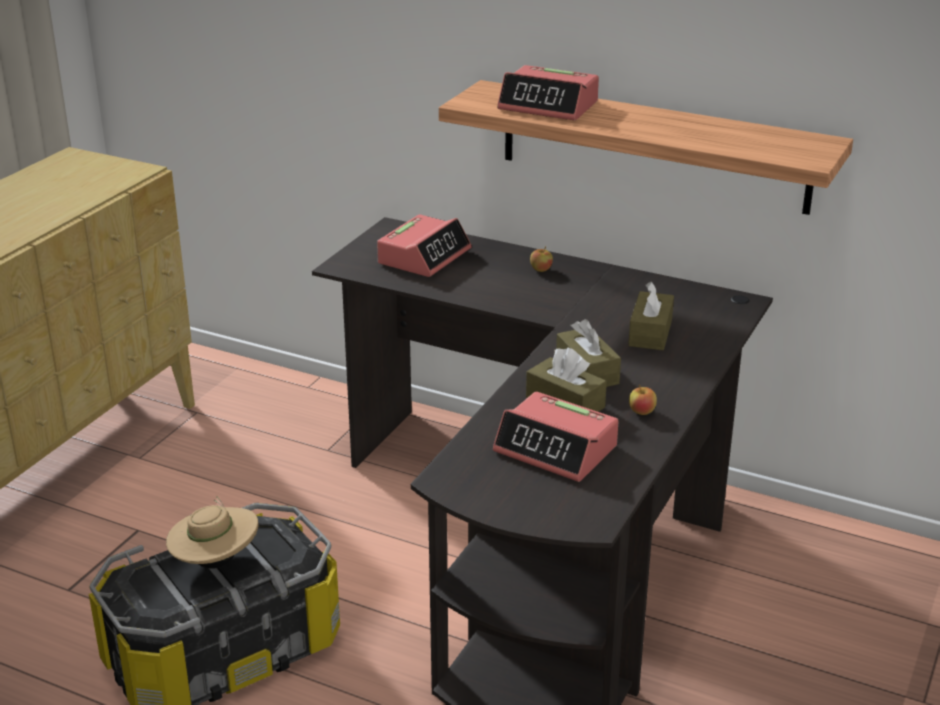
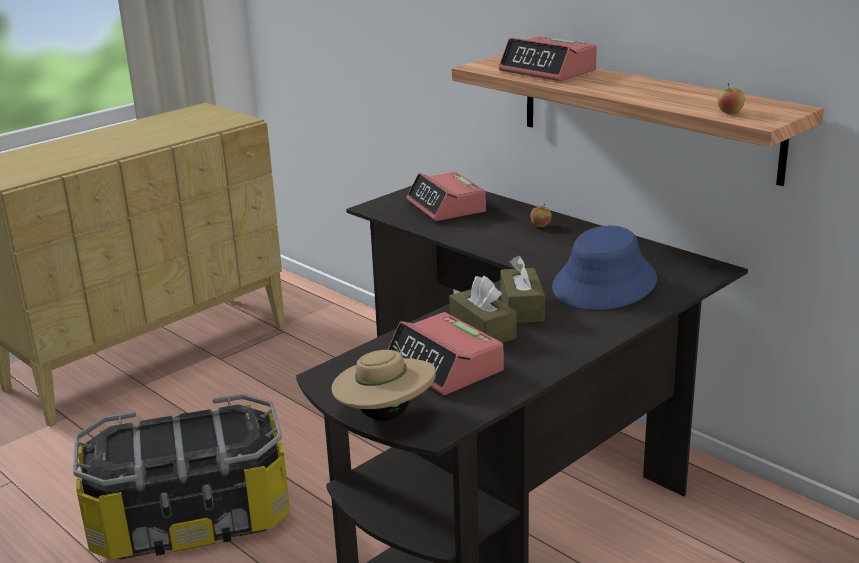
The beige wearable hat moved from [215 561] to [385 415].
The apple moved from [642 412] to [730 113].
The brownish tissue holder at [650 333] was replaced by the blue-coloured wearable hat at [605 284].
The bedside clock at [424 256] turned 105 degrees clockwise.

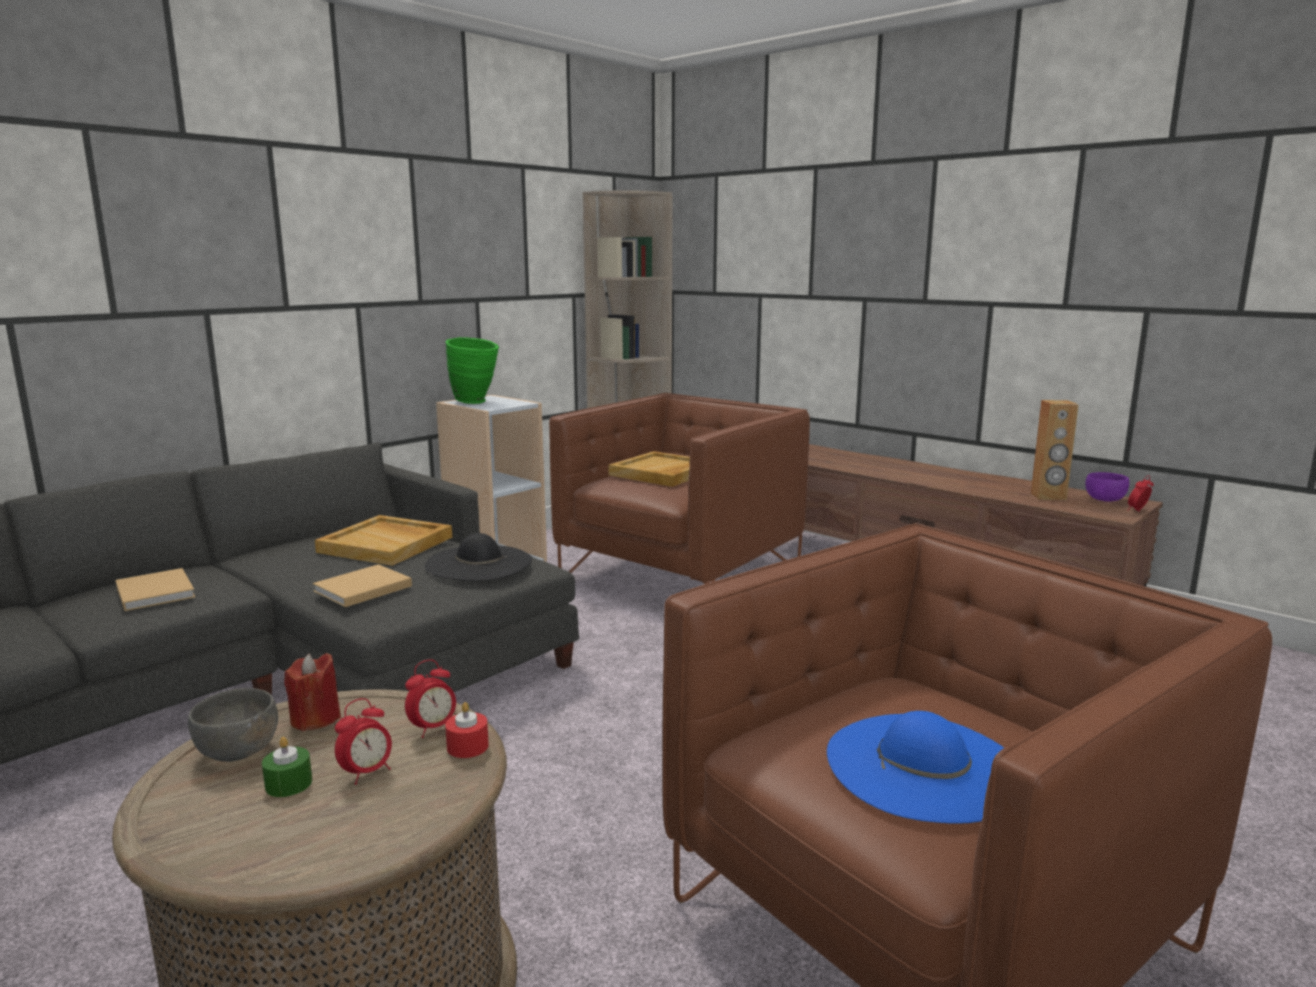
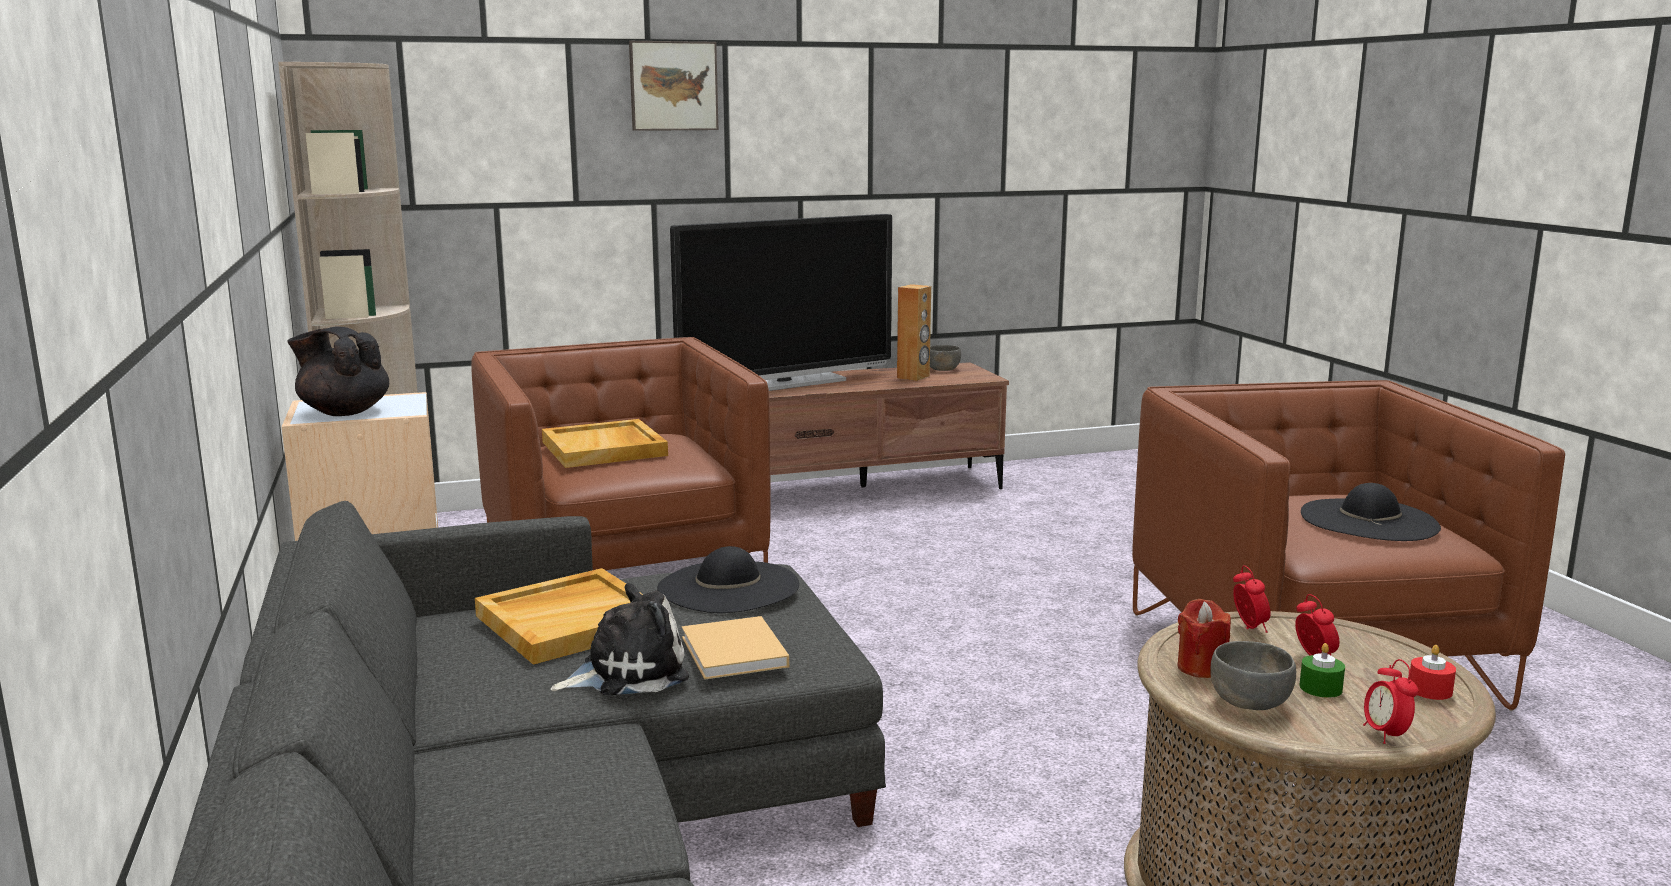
The beige volume at [155 592] disappeared.
The soft toy at [627 672] appeared.
The wall picture at [673 86] appeared.
The TV at [784 384] appeared.
The reddish wax light moved from [467 746] to [1430 690].
The bedside clock moved from [1137 511] to [1385 735].
The greenish vase at [475 402] was replaced by the blackish tea pot at [344 412].
The blue-coloured wearable hat at [923 765] became the blackish wearable hat at [1369 520].
The purplish serving bowl at [1104 499] became the greyish serving bowl at [943 369].

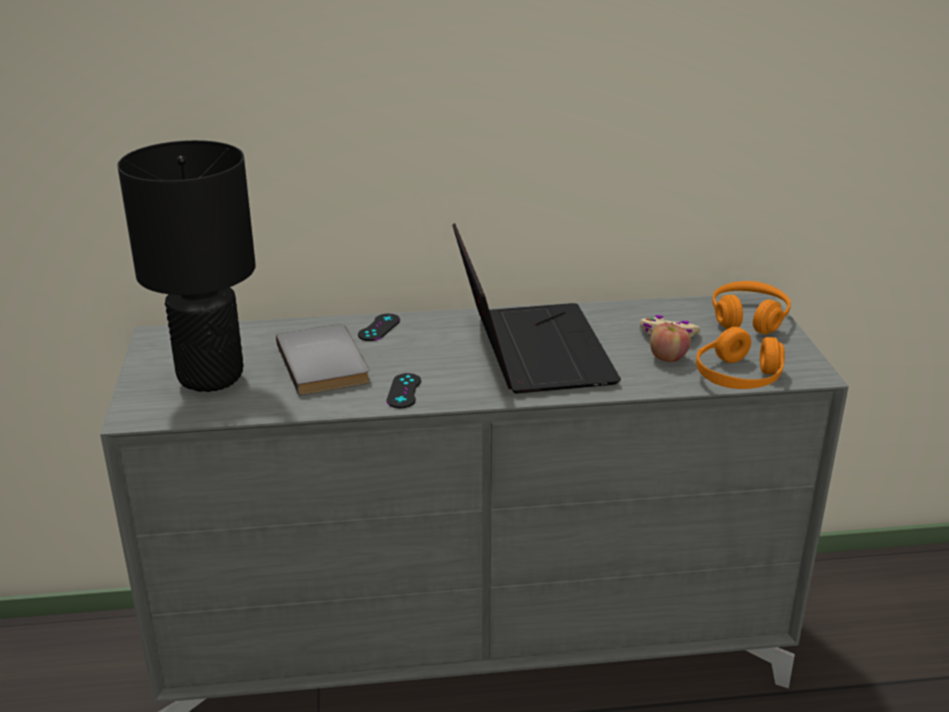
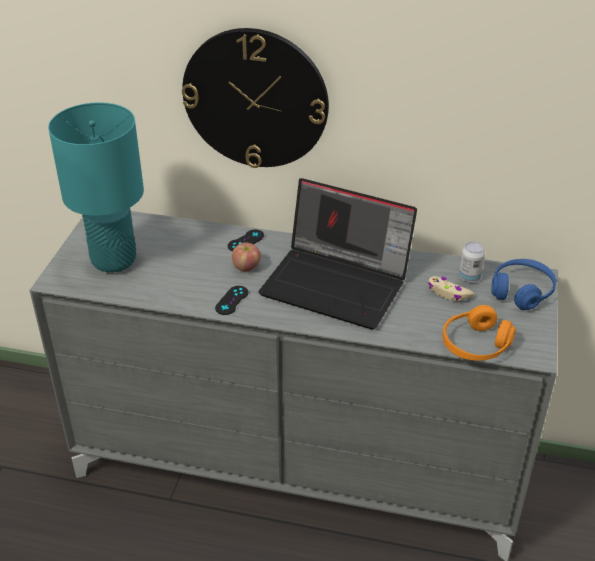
The greyish volume at [326 363] disappeared.
The hanging clock at [255 99] appeared.
The metal can at [469 277] appeared.
The apple moved from [667 358] to [246 267].
The blackish table lamp at [211 381] became the turquoise-coloured table lamp at [114 262].
The orange headset at [748 318] became the blue-coloured headset at [521 291].
The notebook computer at [529 349] turned 105 degrees clockwise.

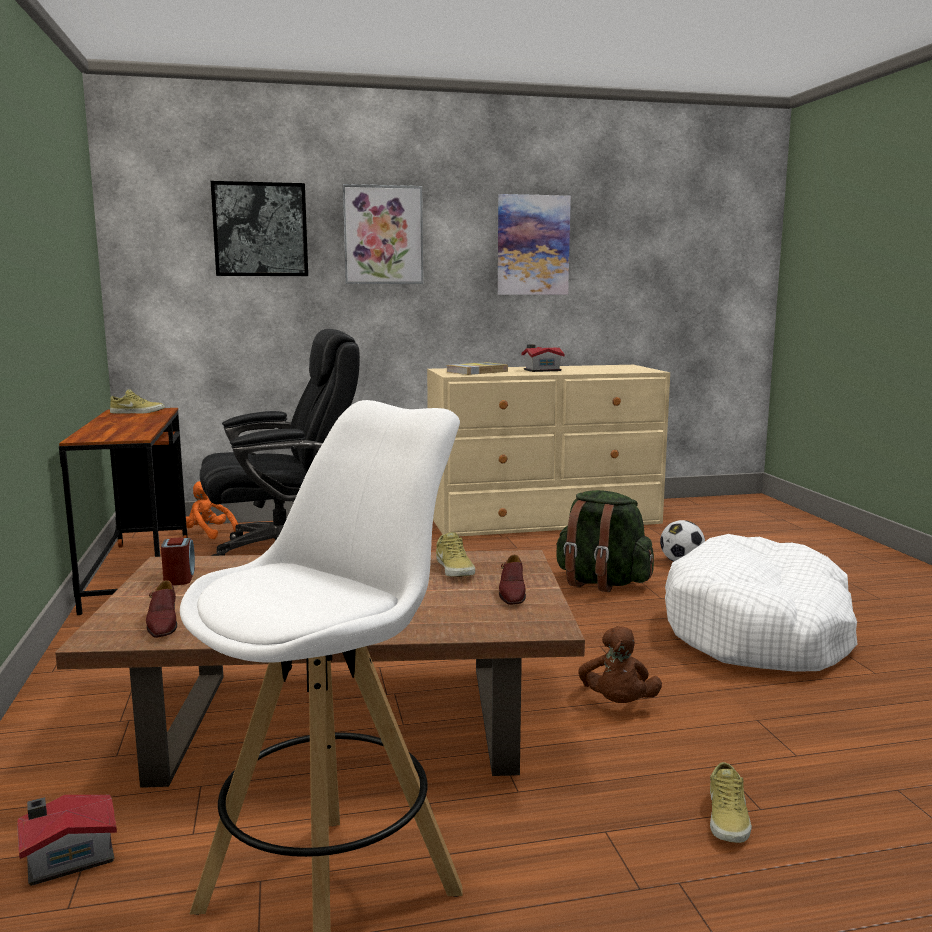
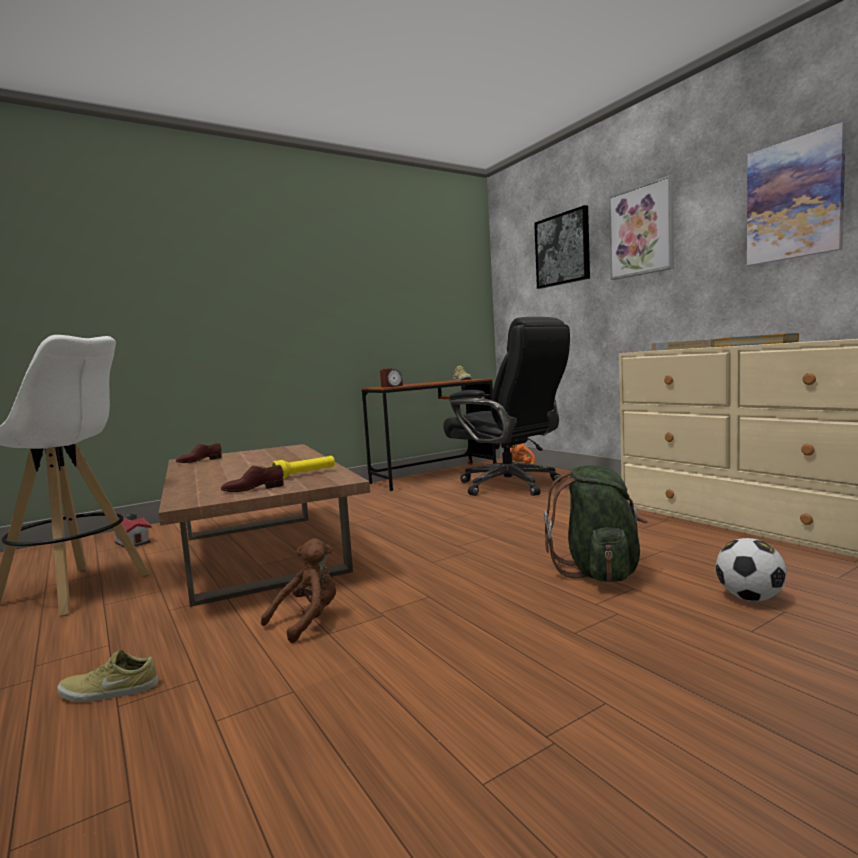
The whitish dog cushion at [758 631] disappeared.
The bedside clock moved from [179 577] to [391 386].
The beige shoe at [456 569] was replaced by the yellow-coloured hand torch at [305 474].
The miniature house at [541 370] was replaced by the volume at [755 344].
The brownish soft toy at [618 704] turned 150 degrees clockwise.

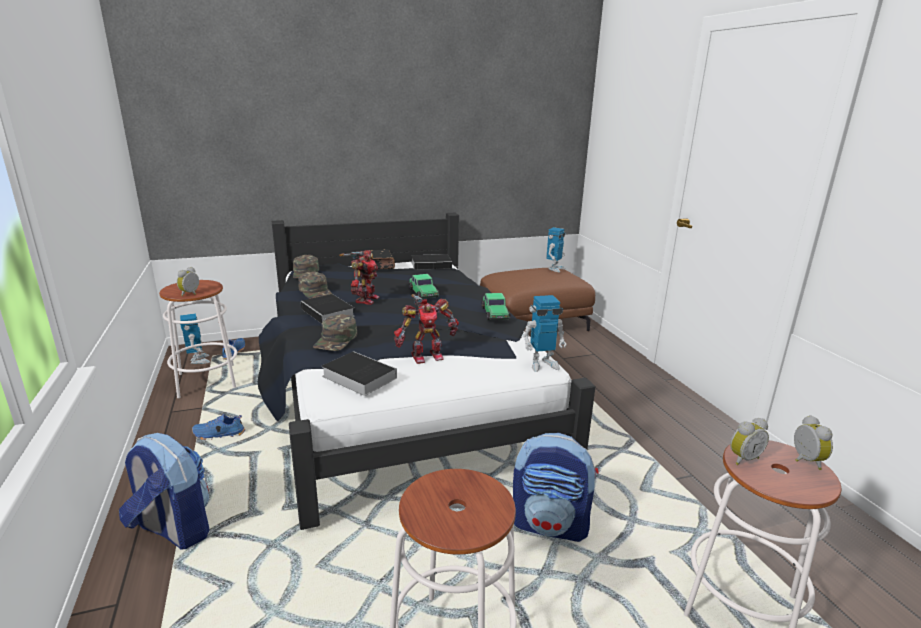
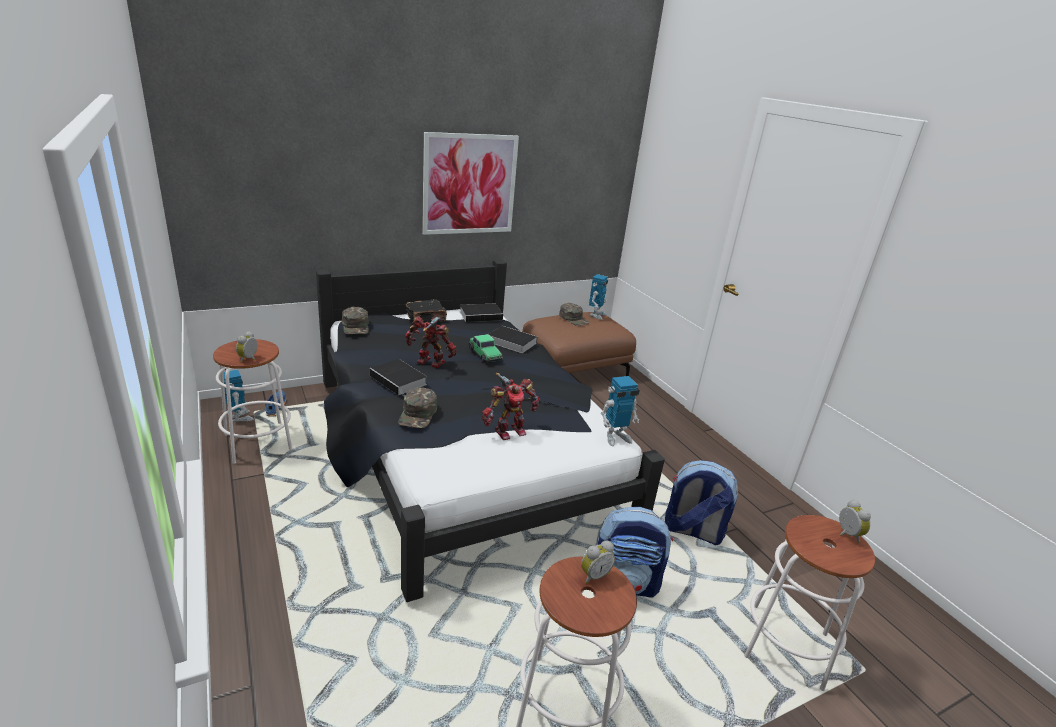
The blue-coloured shoe at [219 435] disappeared.
The model car at [495 314] disappeared.
The wall picture at [469 184] appeared.
The backpack moved from [173 529] to [692 531].
The greenish baseball cap moved from [316 291] to [574 319].
The volume moved from [357 376] to [510 342].
The bedside clock moved from [742 458] to [593 575].
The toy robot at [365 299] turned 75 degrees counterclockwise.

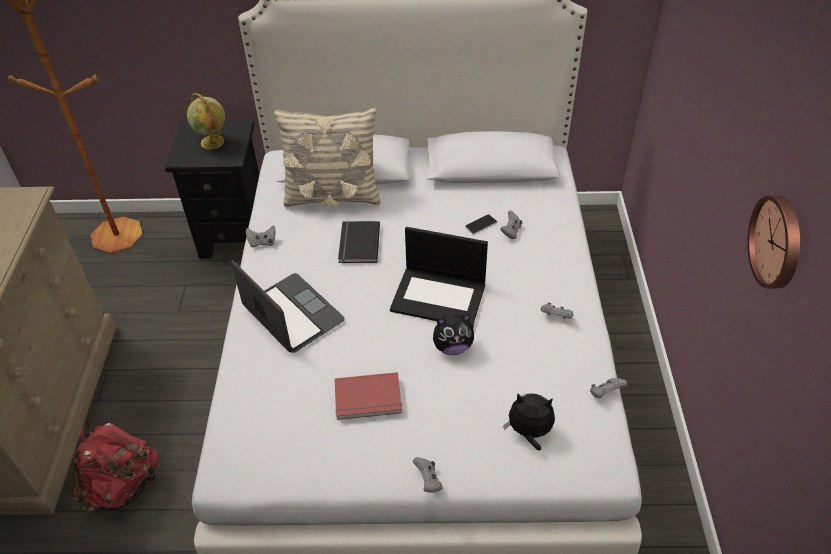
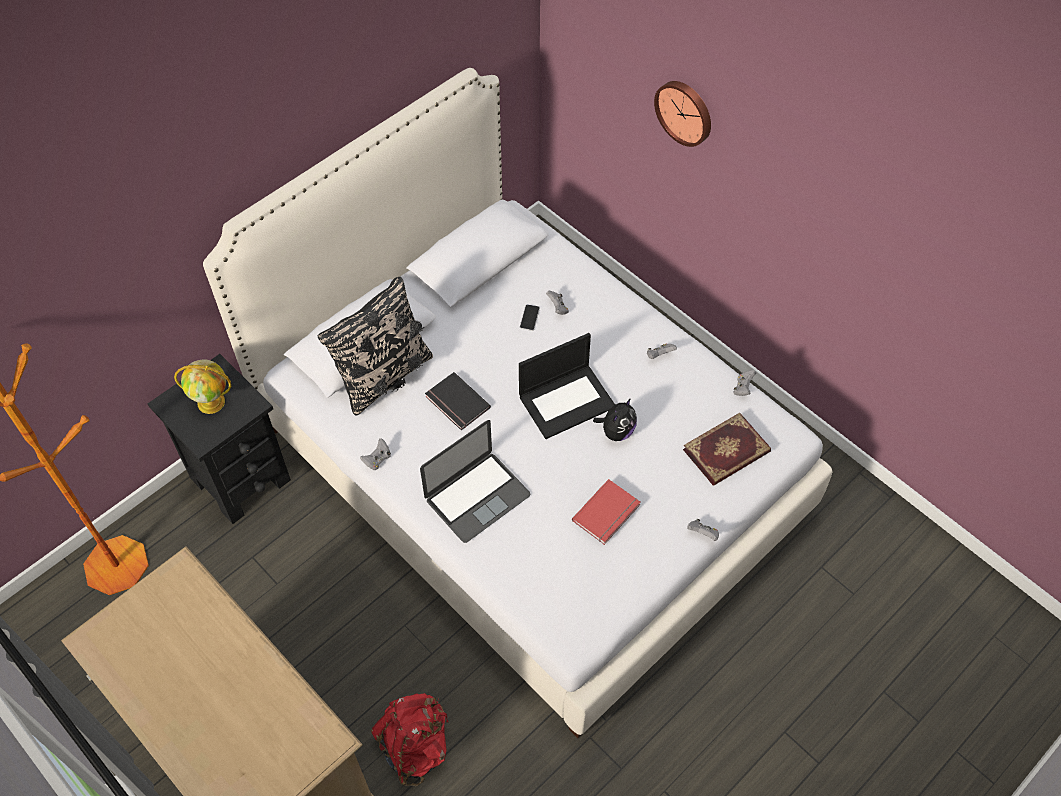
The hanging clock moved from [778 242] to [685 112].
The soft toy at [529 432] was replaced by the volume at [727 452].
The beige throw pillow at [333 197] became the blackish throw pillow at [385 377].
The notebook computer at [292 313] turned 135 degrees clockwise.

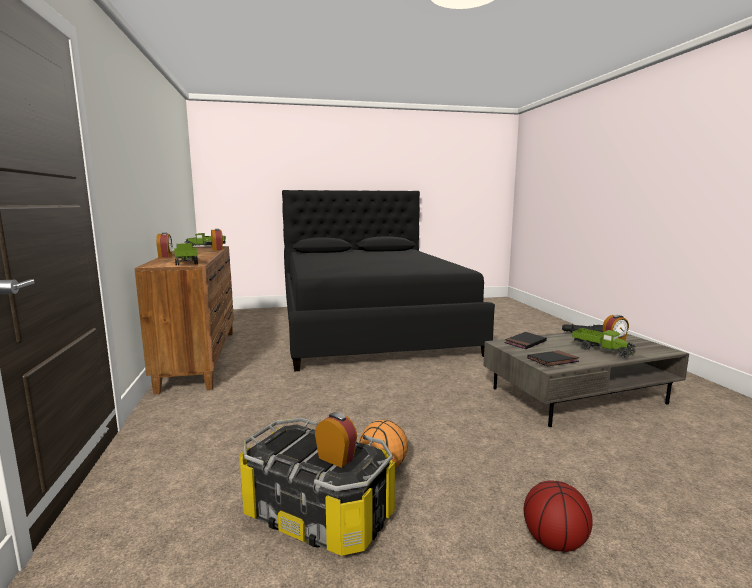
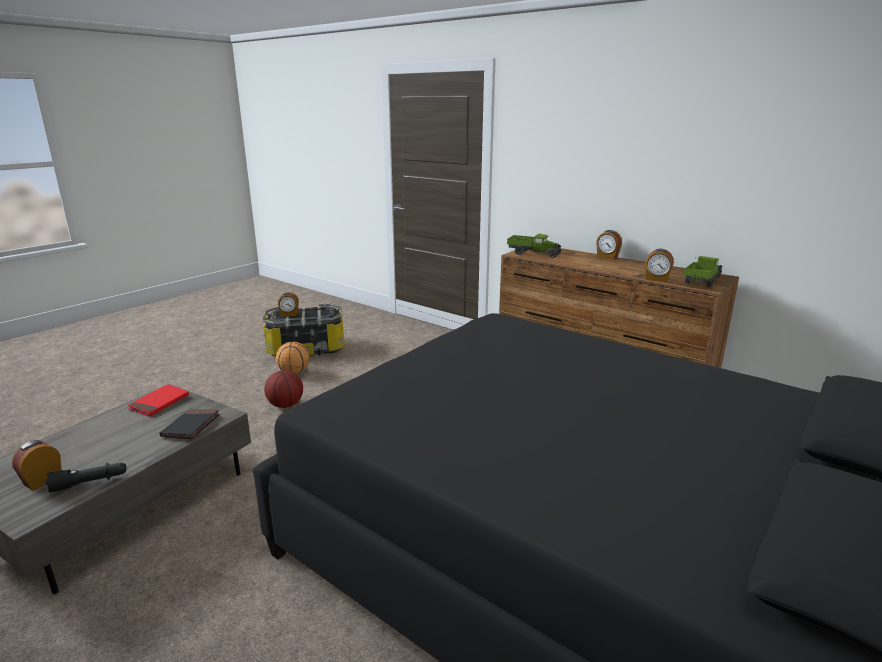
The model truck at [602 350] disappeared.
The ball for basketball moved from [554 542] to [285 405].
The blackish volume at [552 360] became the reddish volume at [159 403].

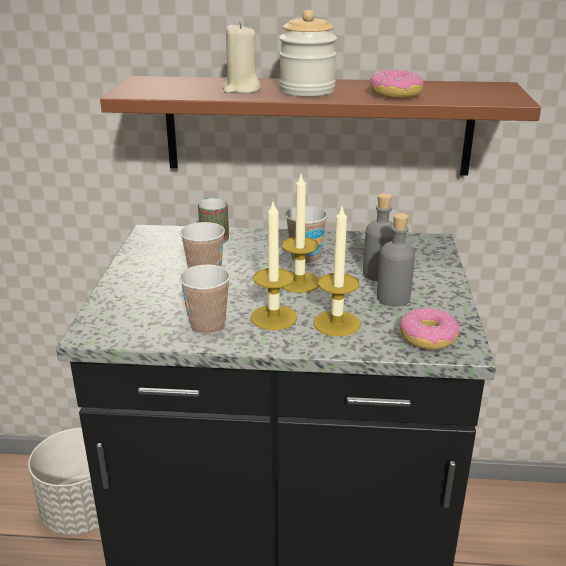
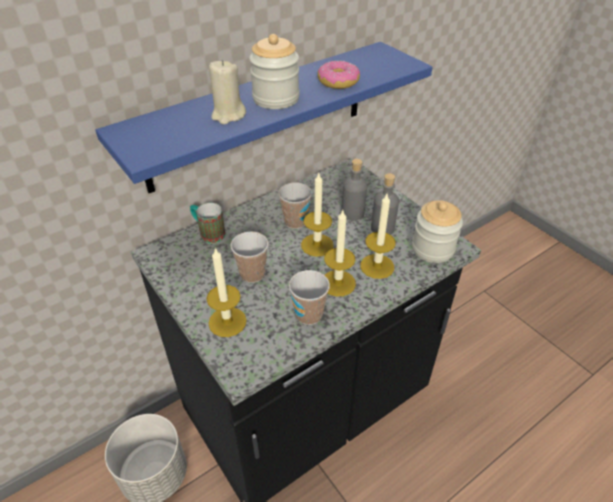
The wax light at [227 322] appeared.
The doughnut at [428 338] was replaced by the jar at [432 249].
The brownish bracket shelf at [318 126] became the blue-coloured bracket shelf at [259 116].

